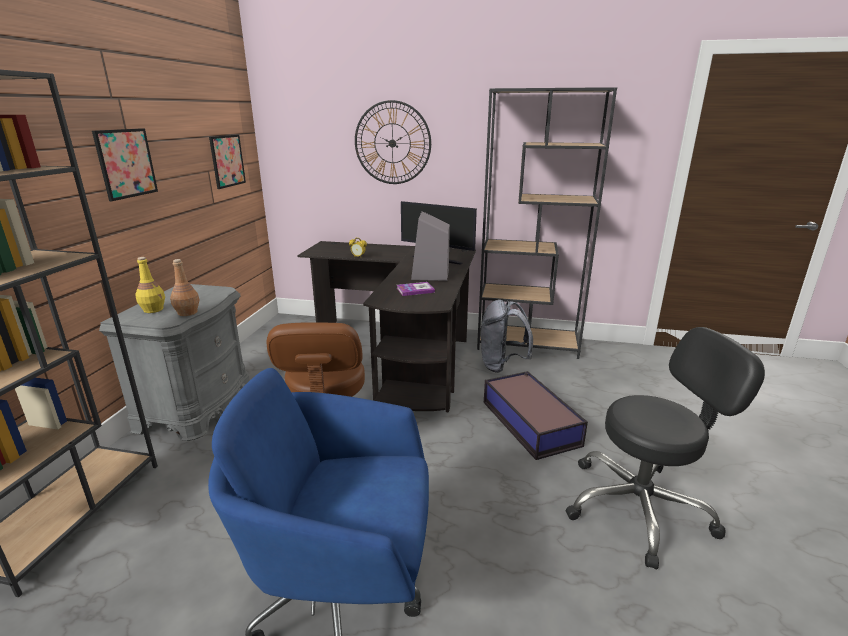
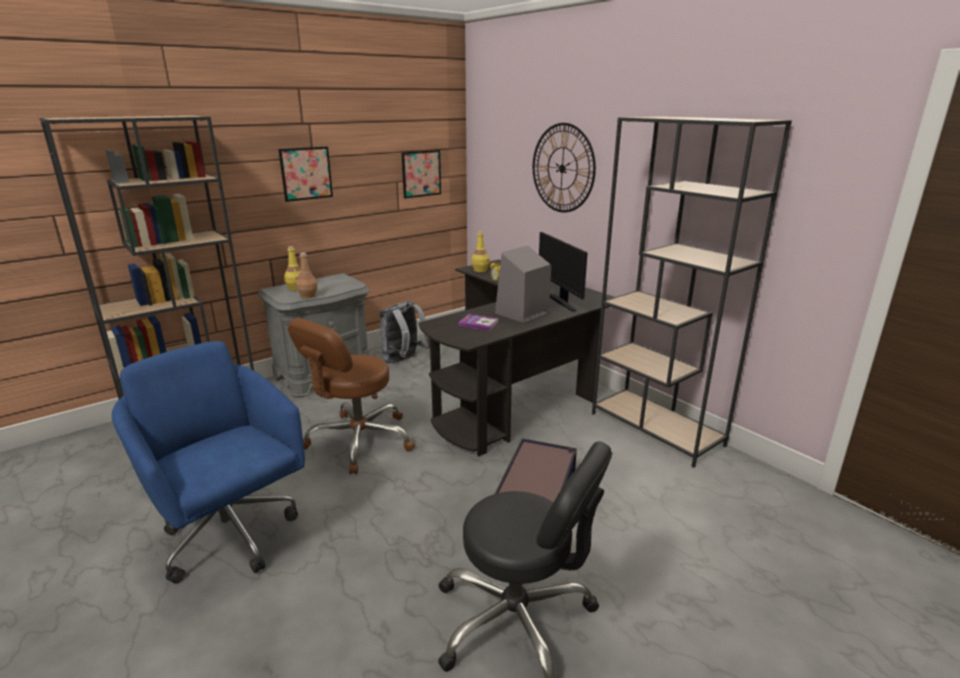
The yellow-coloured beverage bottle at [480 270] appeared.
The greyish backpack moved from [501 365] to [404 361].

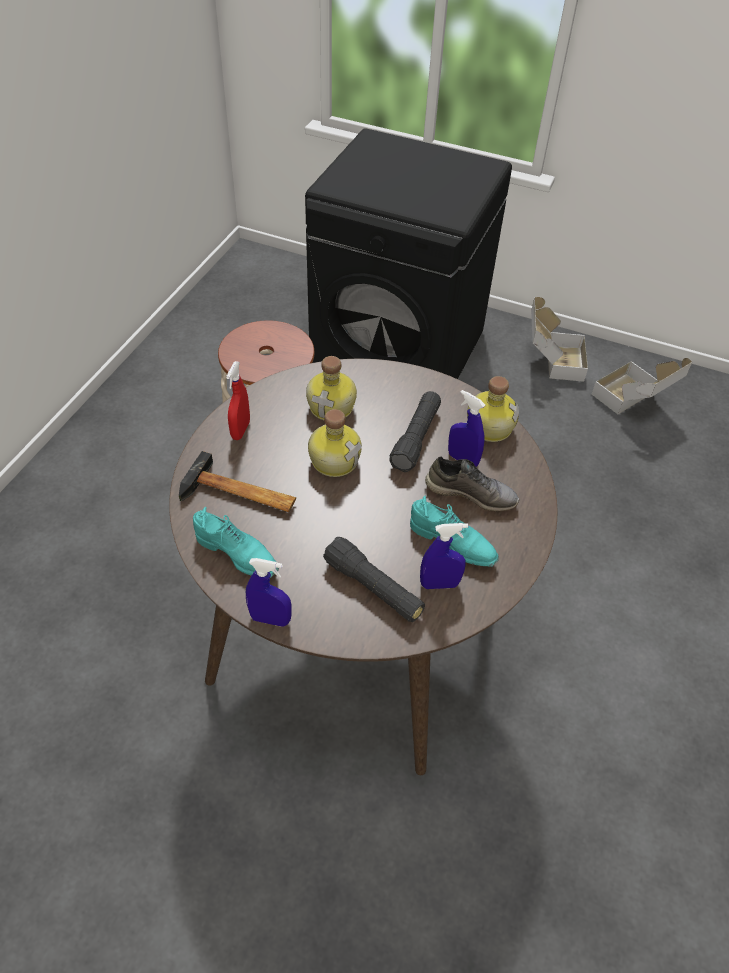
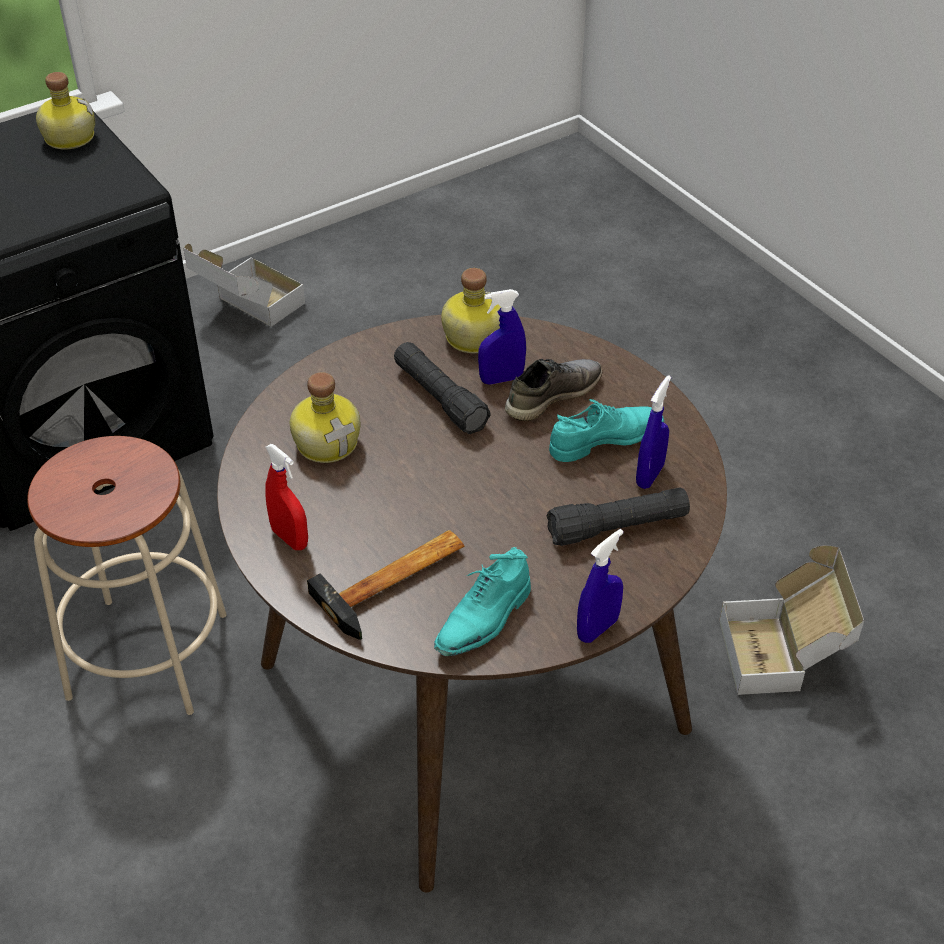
The beverage bottle moved from [334 459] to [68 137].
The carton moved from [633 402] to [784 654].
The turquoise-coloured shoe at [237 554] turned 150 degrees clockwise.

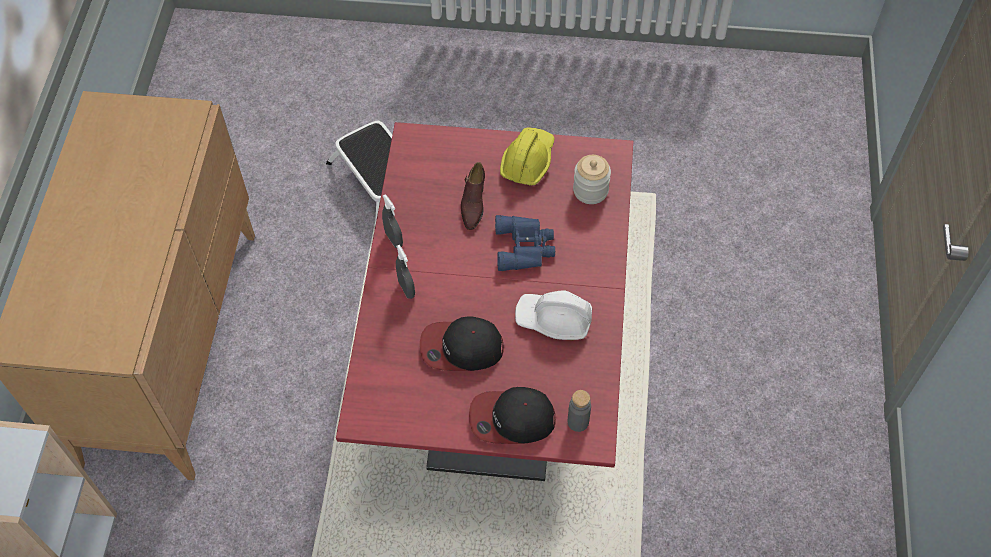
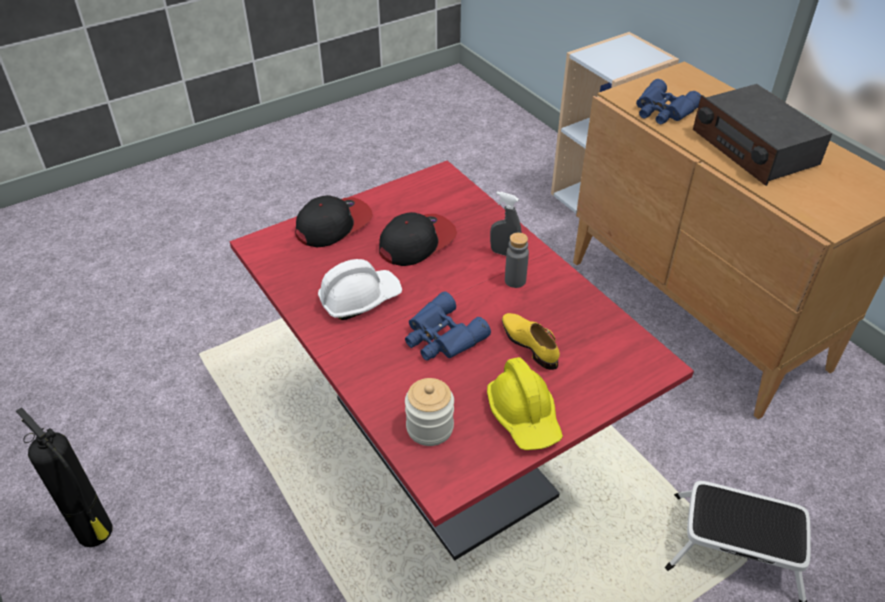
The greyish spray bottle at [394 239] disappeared.
The extinguisher at [96 533] appeared.
The blue-coloured field glasses at [663 111] appeared.
The radio receiver at [754 148] appeared.
The greyish beverage bottle moved from [578 422] to [515 280].
The brownish shoe at [473 203] became the yellow-coloured shoe at [529 344].

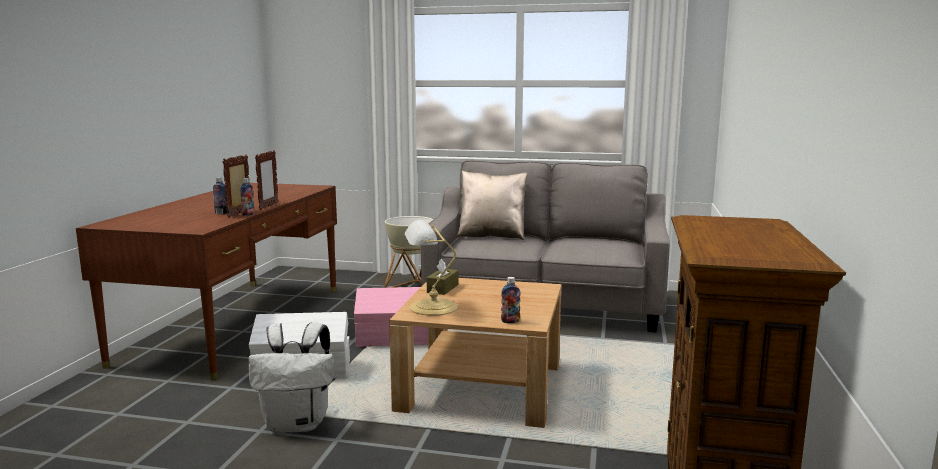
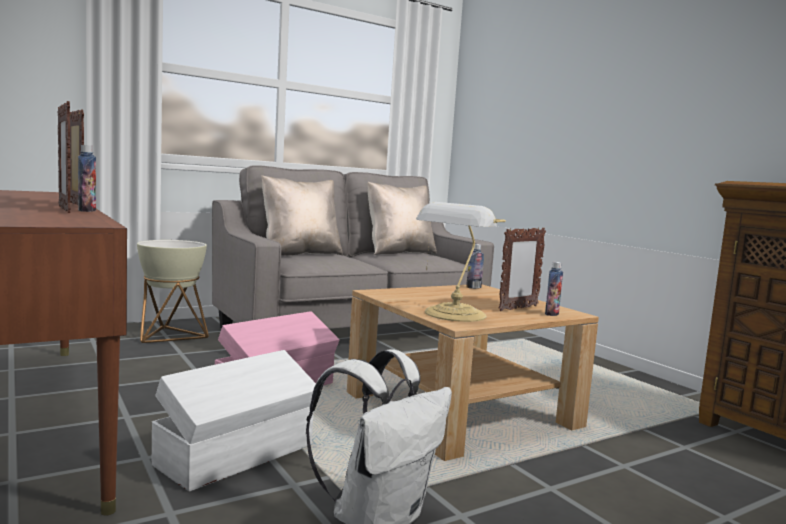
The brownish tissue holder at [442 288] disappeared.
The beige throw pillow at [399 252] appeared.
The picture frame at [518 308] appeared.
The beverage bottle moved from [221 213] to [473 287].

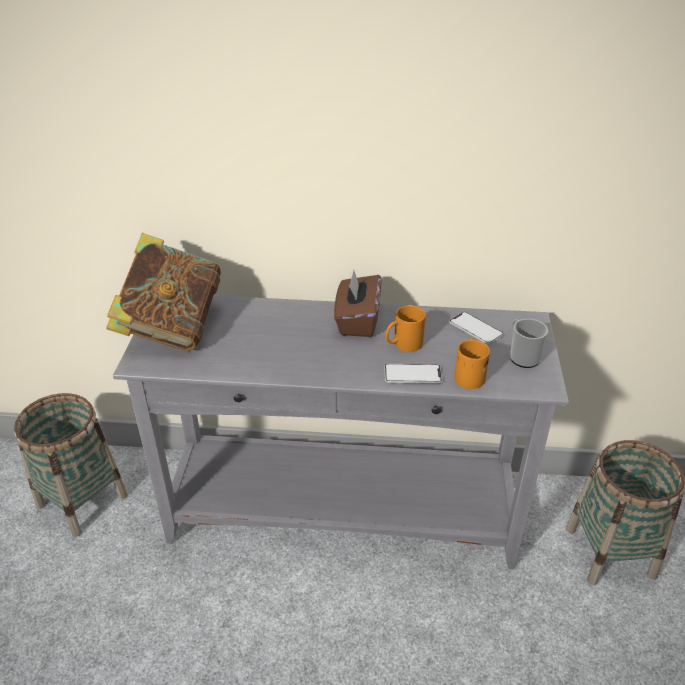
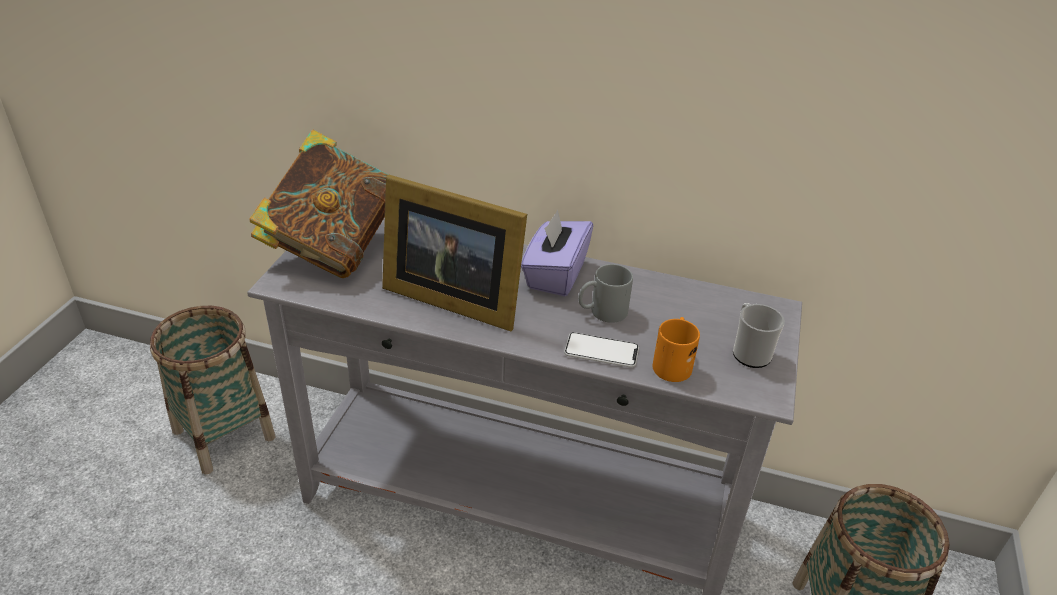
The handset at [476 329] disappeared.
The picture frame at [451 296] appeared.
The brownish tissue holder at [357 321] became the purplish tissue holder at [555 274].
The orange mug at [403 344] became the greyish mug at [602 312].

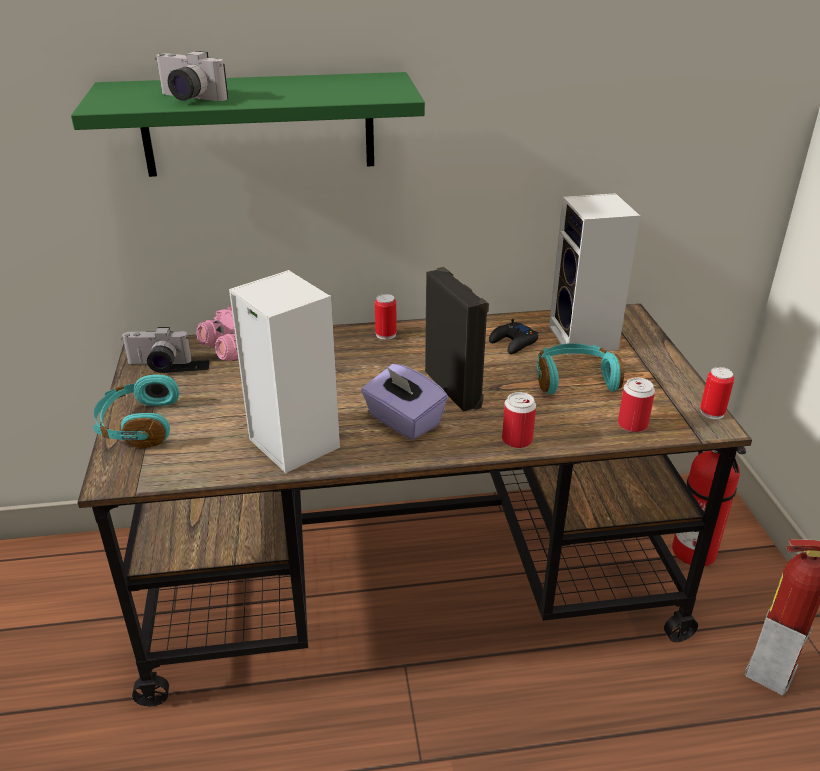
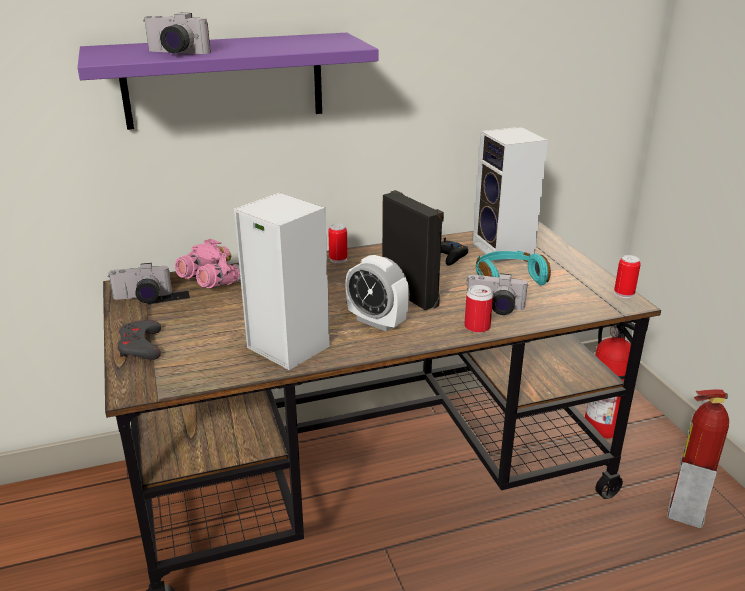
The metal can at [632 425] disappeared.
The still camera at [494 309] appeared.
The turquoise-coloured headset at [138 425] was replaced by the greyish gamepad at [141 346].
The purplish tissue holder at [403 421] was replaced by the bedside clock at [376 322].
The greenish bracket shelf at [259 125] became the purplish bracket shelf at [224 80].

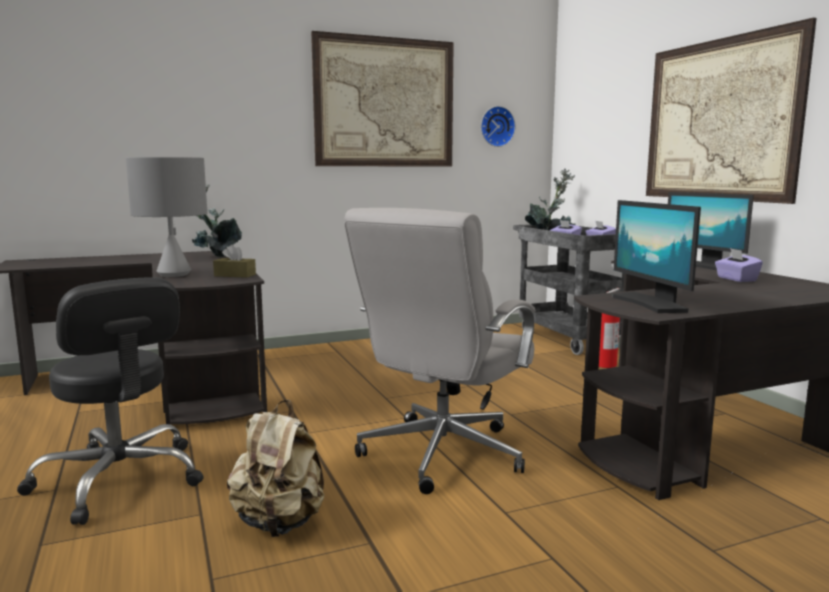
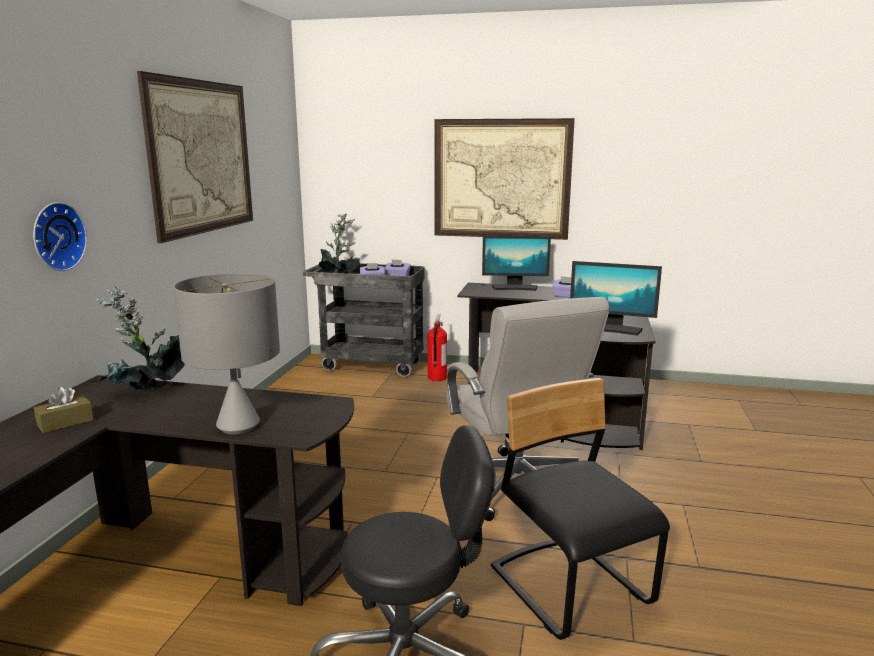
The brownish tissue holder moved from [235 275] to [65 423].
The hanging clock moved from [496 126] to [56 236].
The beige backpack at [280 523] was replaced by the blackish plain chair at [570 587].

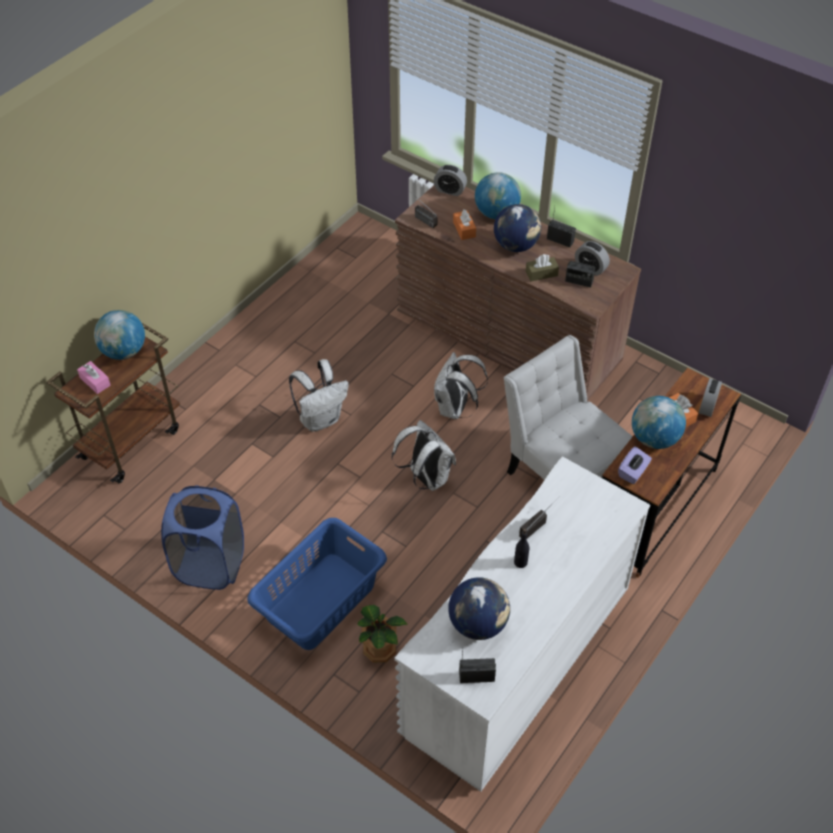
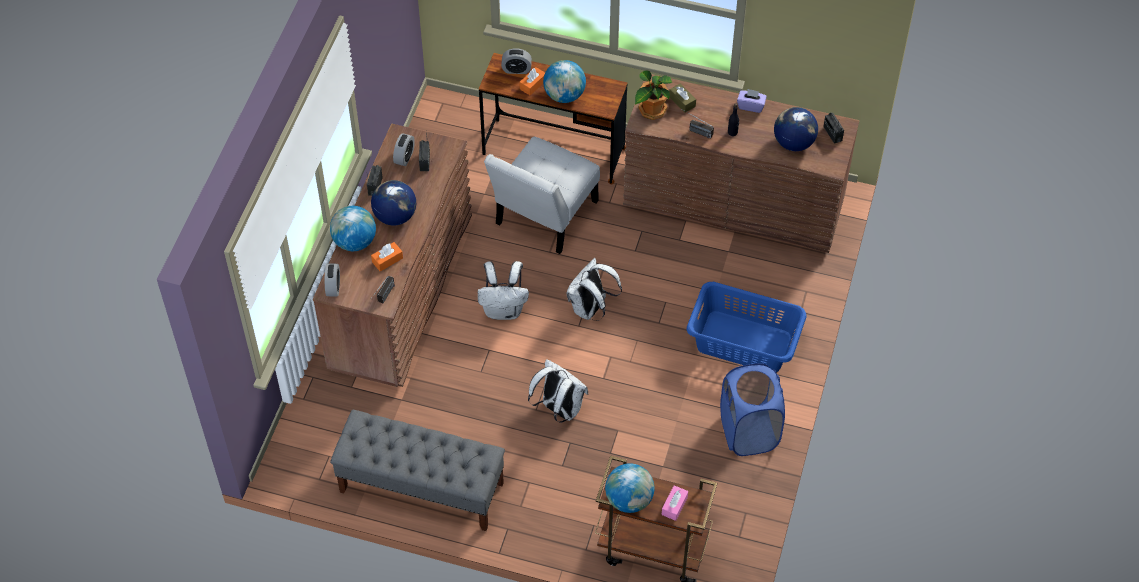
The greyish long seat at [421 487] appeared.
The potted plant moved from [380 648] to [651 110].
The brownish tissue holder moved from [541 273] to [682 101].
The purplish tissue holder moved from [633 472] to [751 106].
The whitish dresser at [517 663] became the brownish dresser at [734 204].

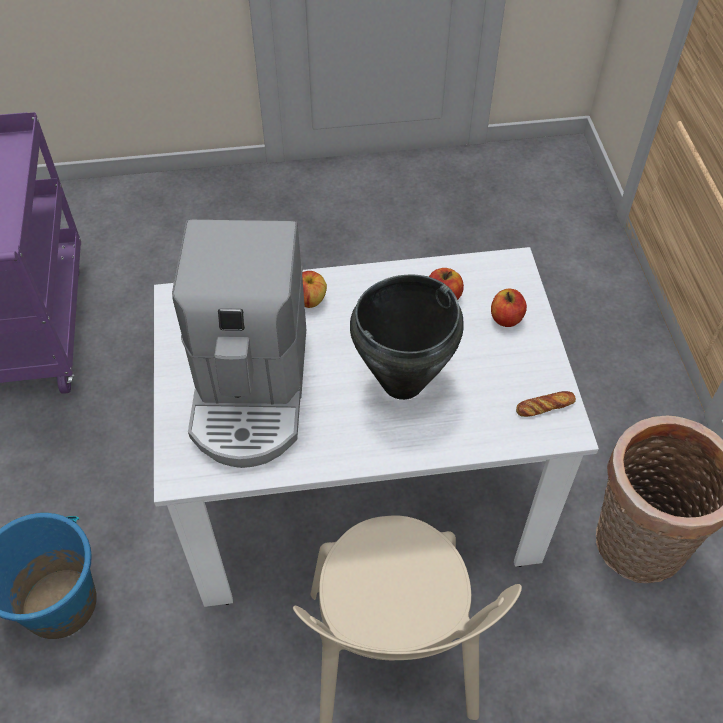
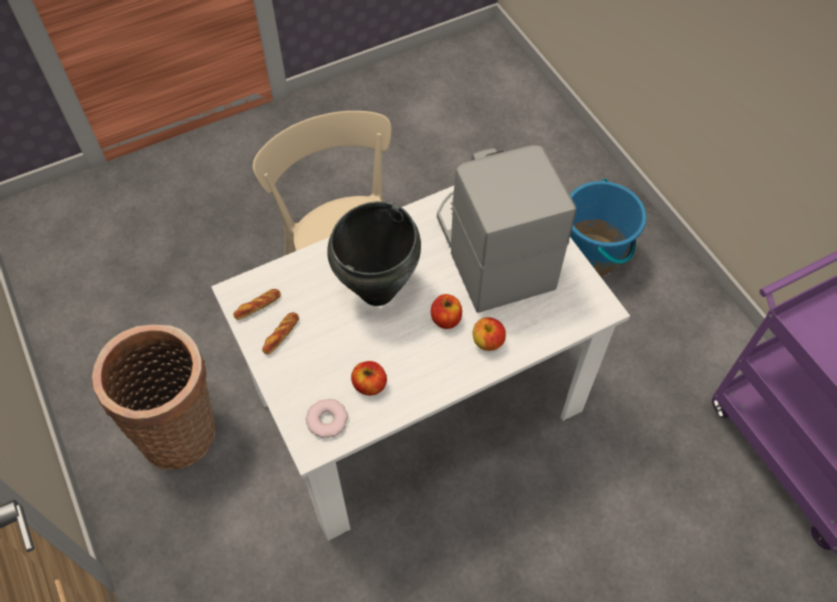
The bread at [281 335] appeared.
The doughnut at [327 420] appeared.
The apple moved from [506 318] to [445 319].

